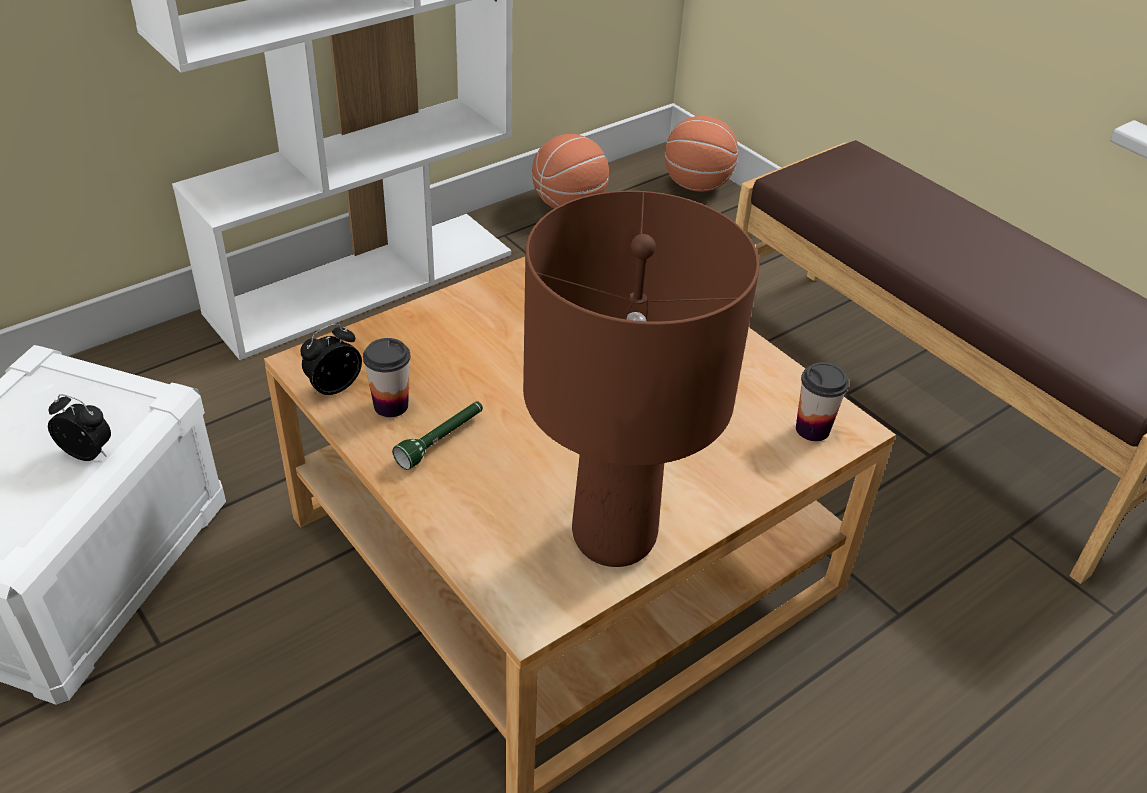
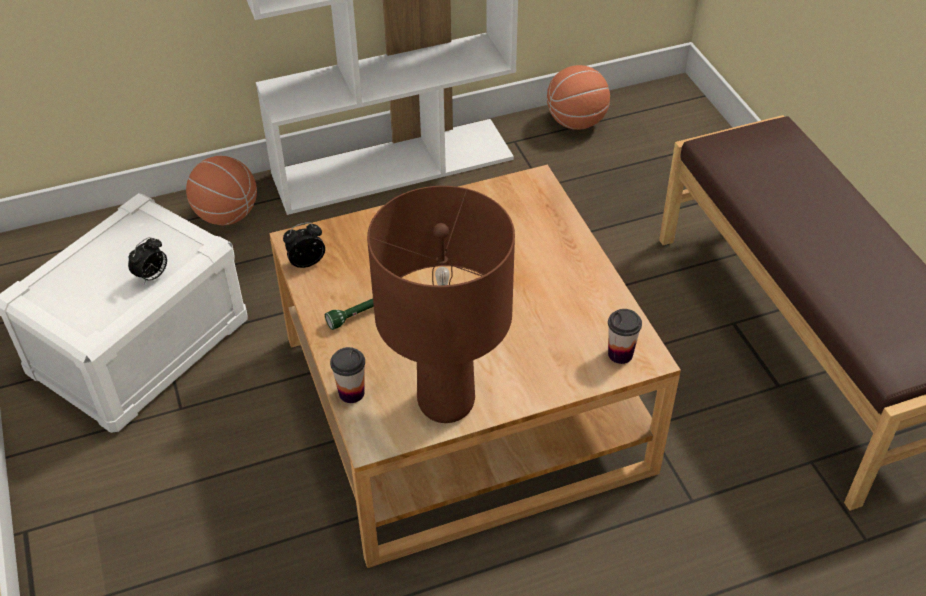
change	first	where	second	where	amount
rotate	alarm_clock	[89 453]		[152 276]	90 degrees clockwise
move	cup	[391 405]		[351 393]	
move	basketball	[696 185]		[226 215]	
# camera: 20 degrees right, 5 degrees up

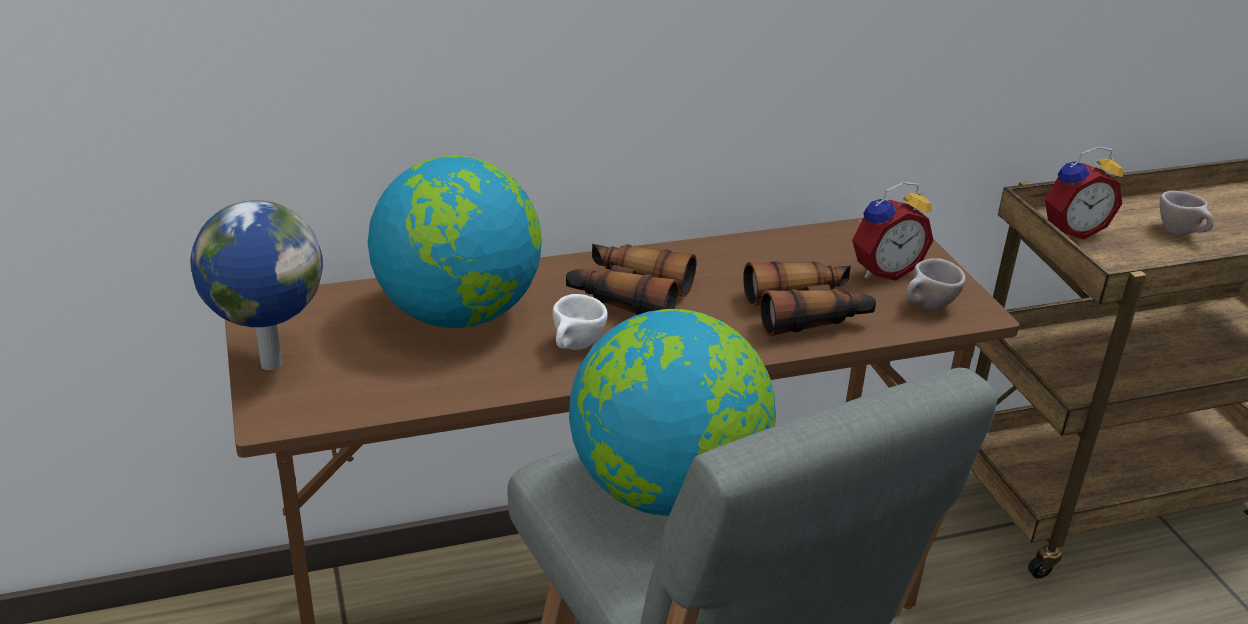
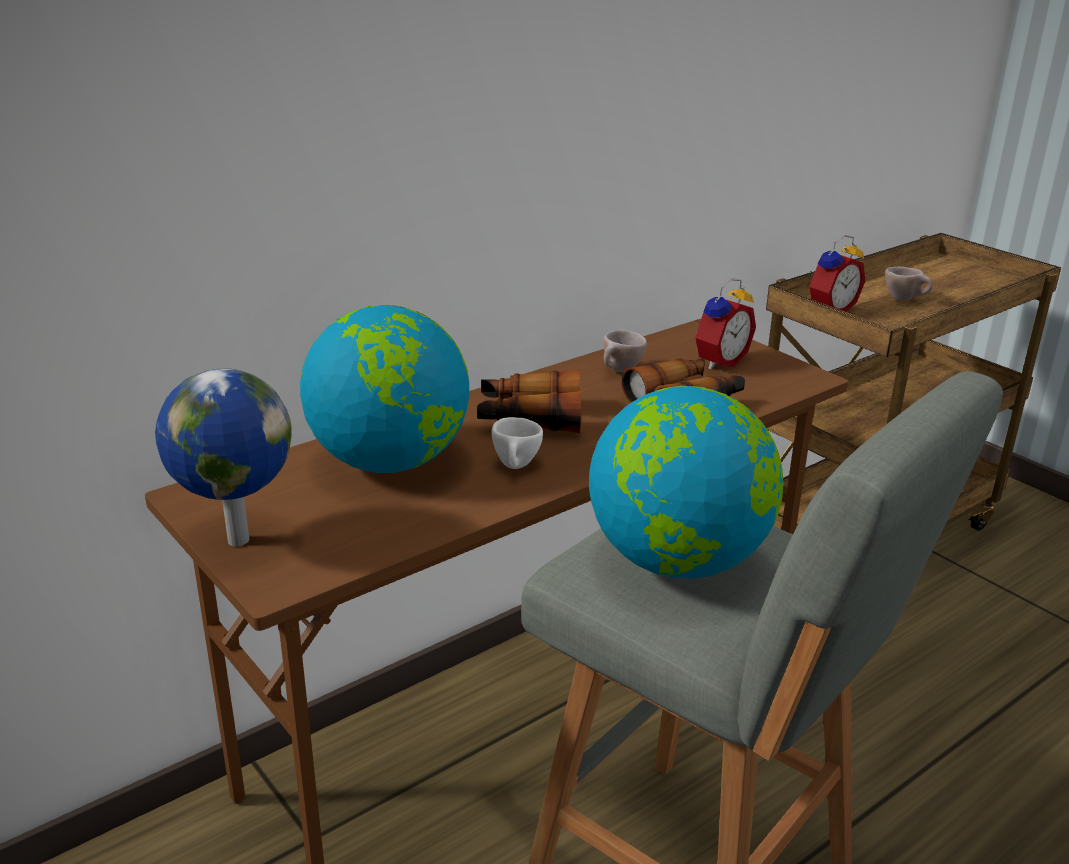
change	first	where	second	where	amount
move	beige_cup	[927 308]		[620 372]	
# camera: 20 degrees left, 5 degrees down

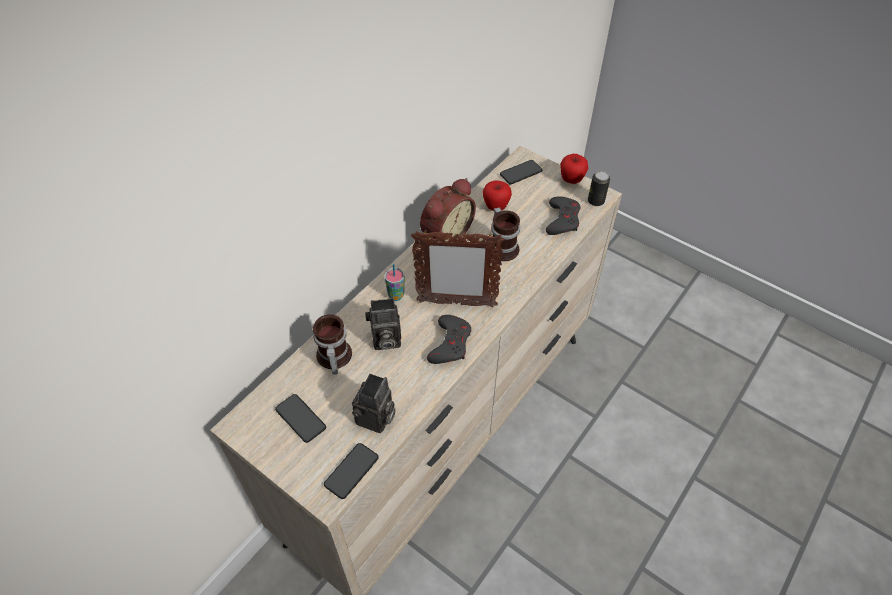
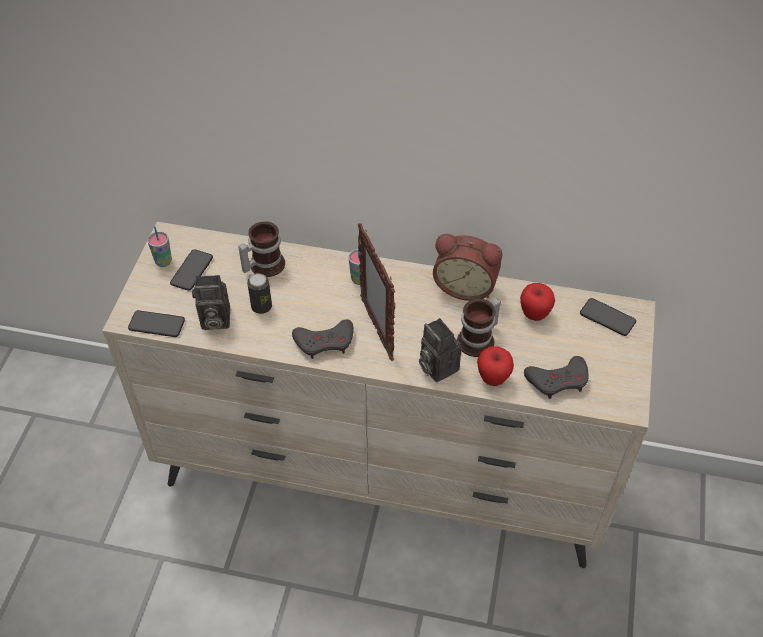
change	first	where	second	where	amount
move	photo_camera	[385 340]		[436 366]	
move	apple	[571 180]		[493 378]	
move	can	[596 201]		[261 306]	
insert			cup	[163 262]	
# camera: 65 degrees right, 0 degrees up

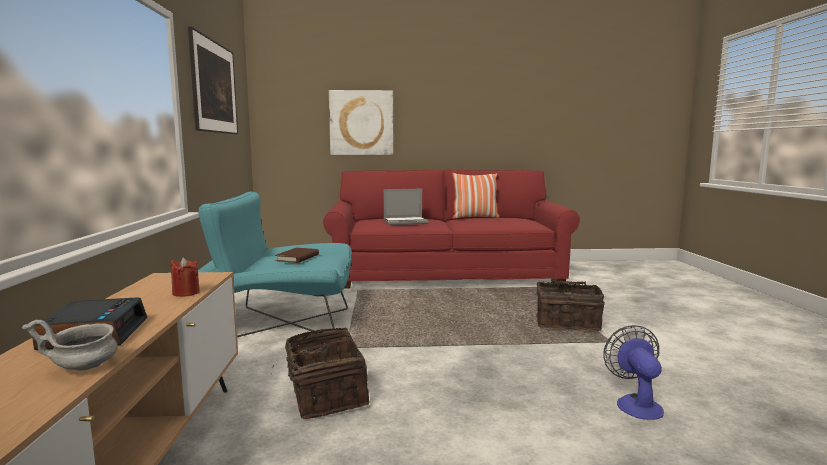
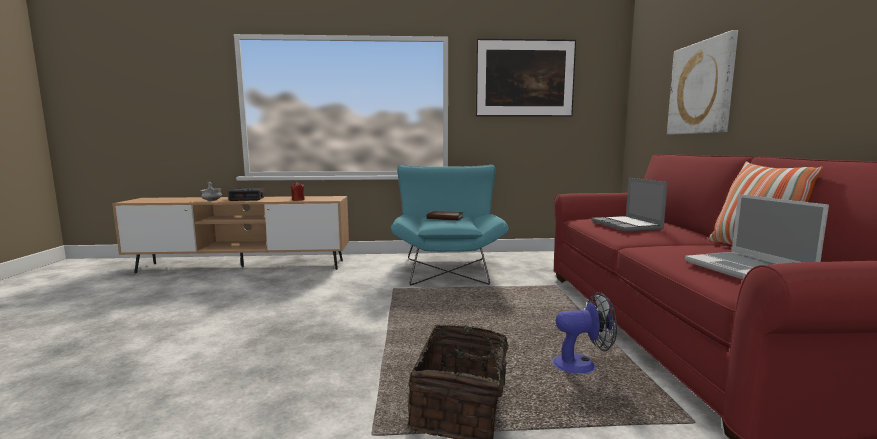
change	first	where	second	where	amount
delete	basket	[325 395]			
move	fan	[635 403]		[582 365]	
insert			laptop	[749 270]	
# camera: 90 degrees right, 0 degrees up

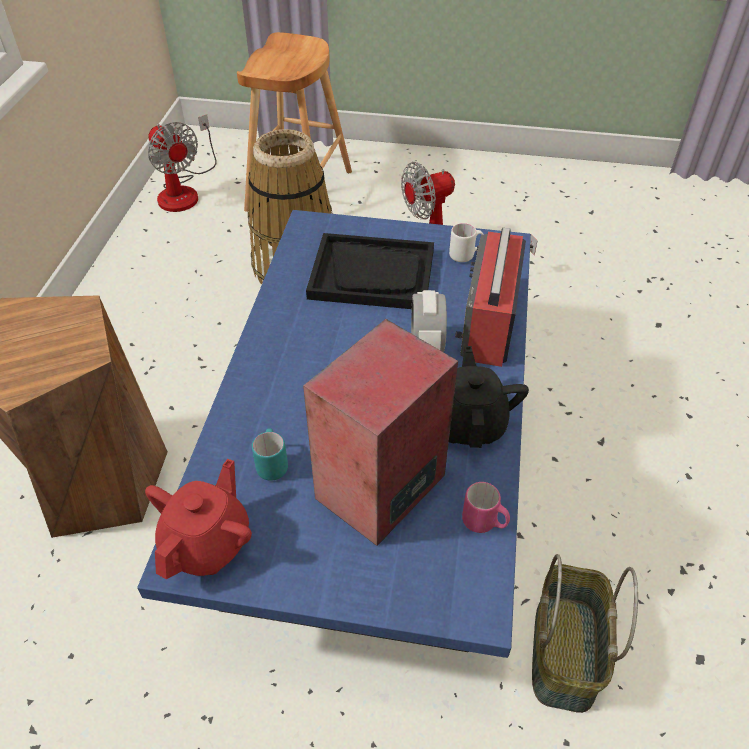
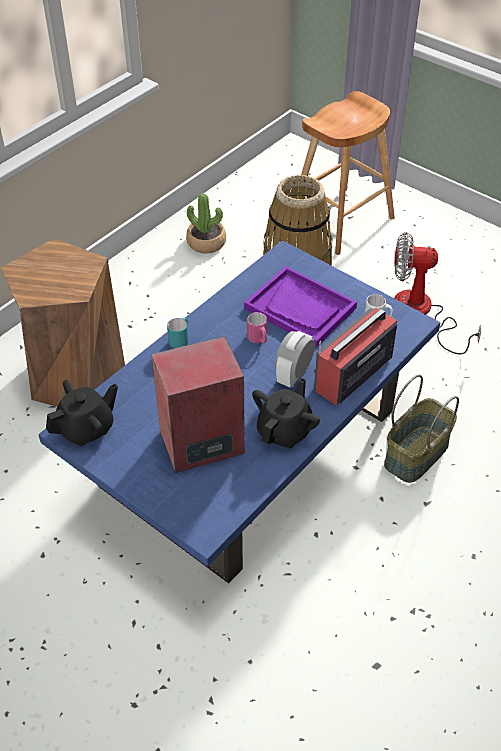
change	first	where	second	where	amount
recolor	red_teapot	[207 543]	black_teapot	[87 428]	
delete	fan	[184 191]			
move	turquoise_mug	[272 463]		[180 340]	
recolor	black_tray	[372 274]	purple_tray	[300 308]	
move	pink_mug	[484 523]		[258 339]	
move	basket	[562 651]		[415 453]	
insert			potted_plant	[206 242]	
# camera: 30 degrees right, 0 degrees up

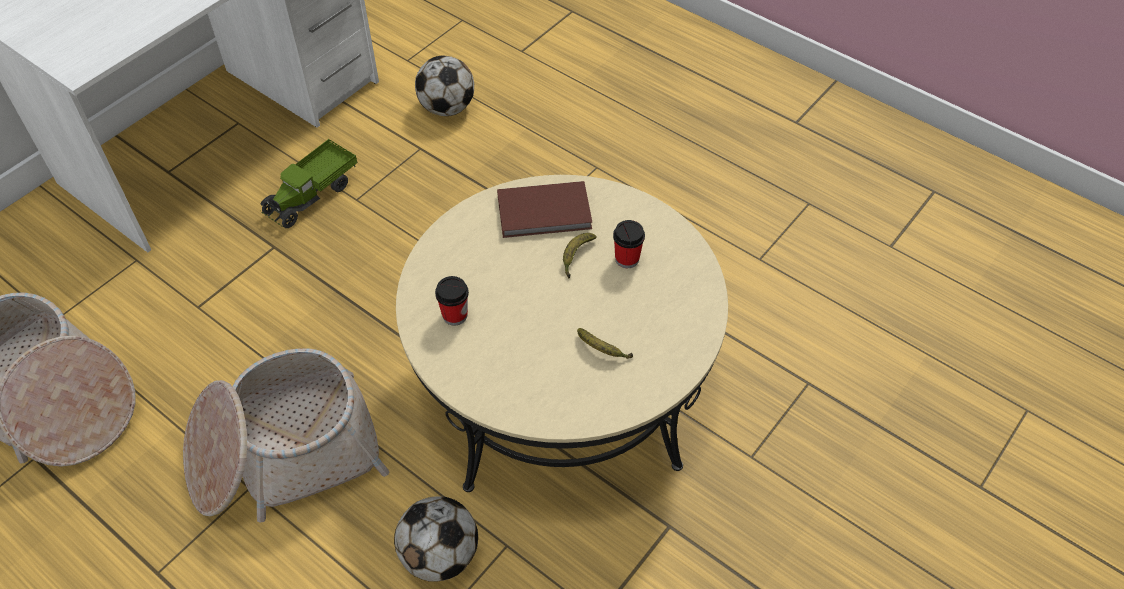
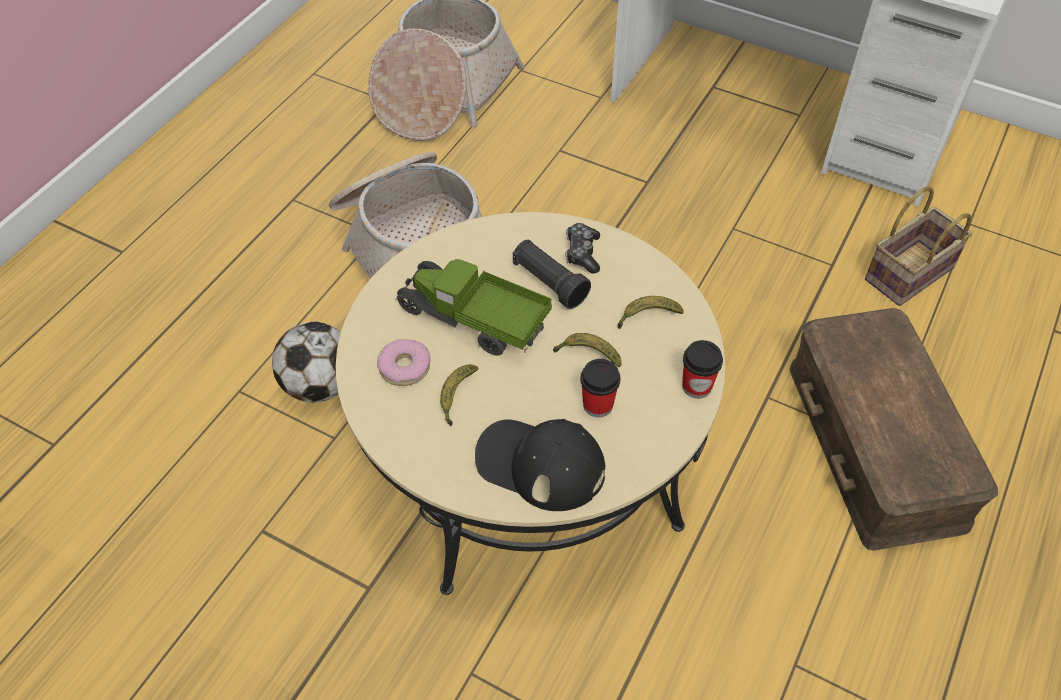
change	first	where	second	where	amount
move	toy_truck	[312 195]		[473 321]	
replace	football	[447 108]	basket	[909 276]	
move	cup	[455 315]		[696 386]	
replace	brown_book	[545 213]	banana	[647 316]	
insert			donut	[404 367]	
insert			black_cap	[540 464]	
insert			black_flashlight	[549 283]	
insert			game_controller	[582 253]	
insert			brown_storage_box	[877 443]	
# camera: 80 degrees right, 0 degrees up

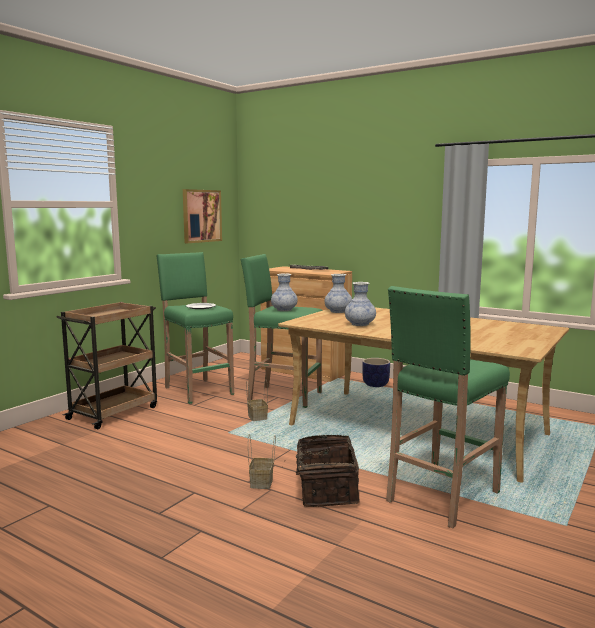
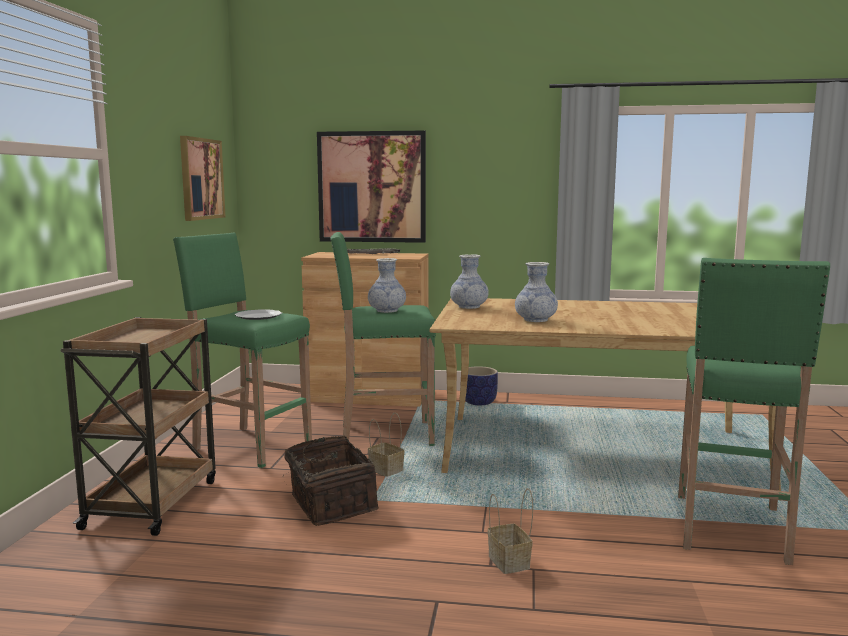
change	first	where	second	where	amount
move	basket	[325 490]		[330 504]	
insert			picture	[372 187]	
# camera: 25 degrees left, 0 degrees up

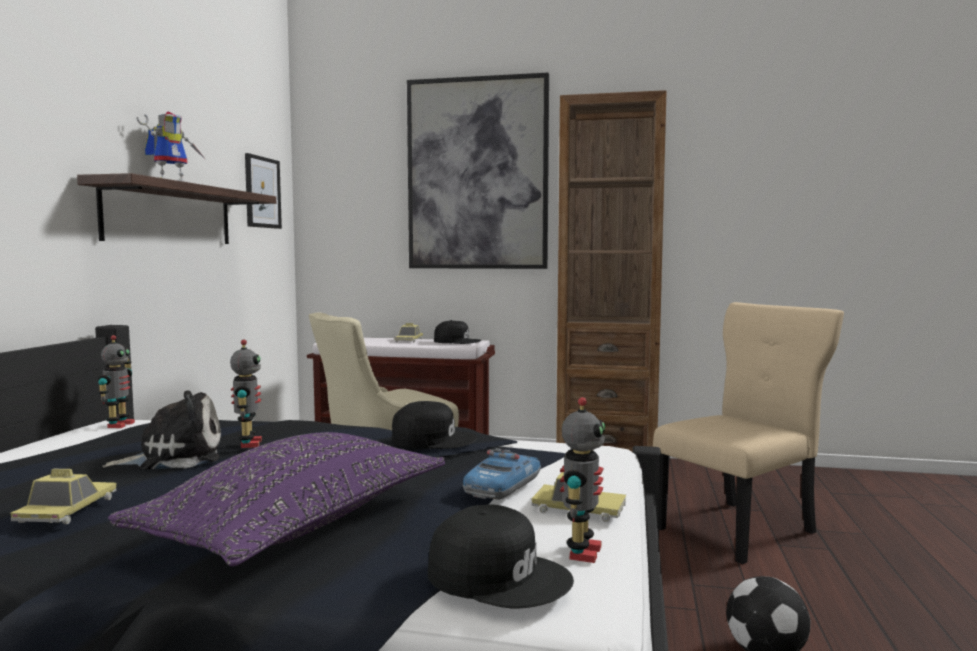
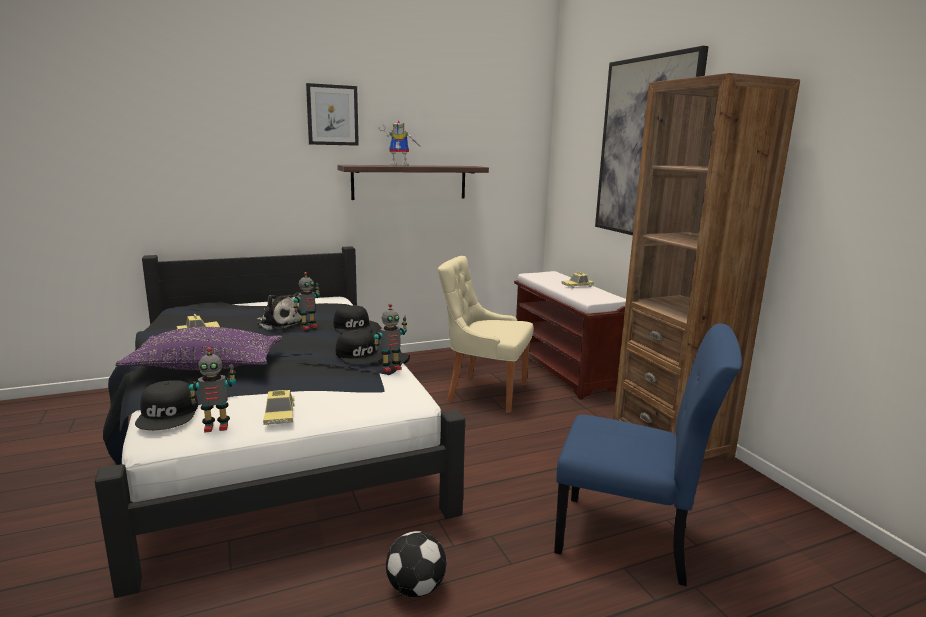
change	first	where	second	where	amount
move	toy_robot	[119 425]		[391 368]	
move	picture	[262 192]		[332 115]	
move	black_cap	[456 341]		[353 327]	
delete	toy_car	[504 486]			
recolor	beige_chair	[740 529]	blue_chair	[630 540]	
# camera: 55 degrees right, 10 degrees up

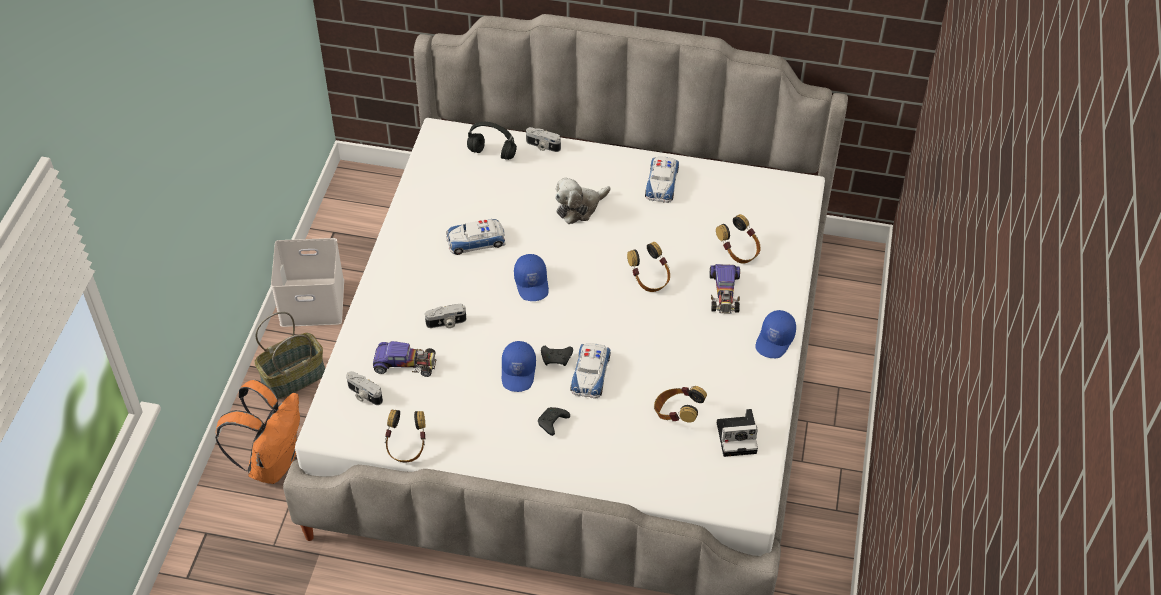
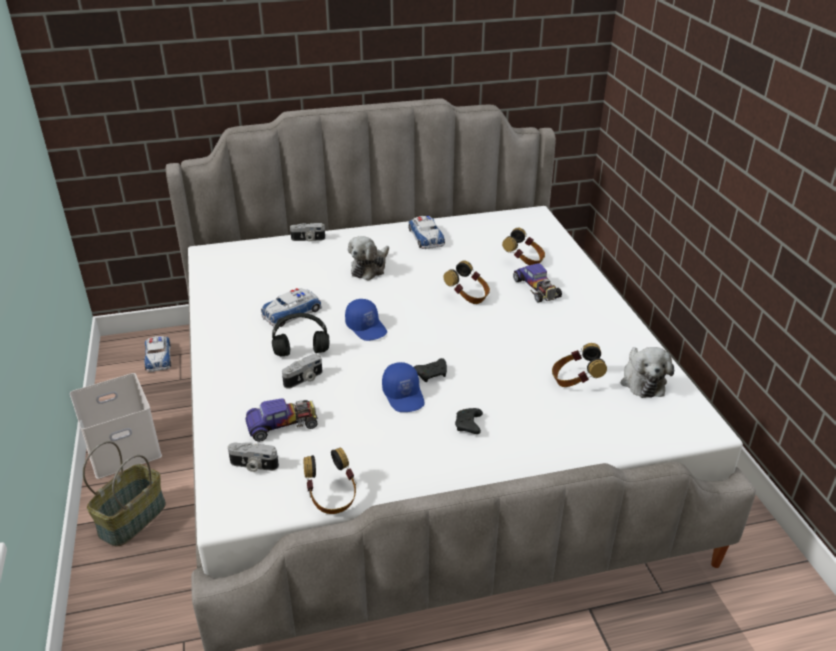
change	first	where	second	where	amount
delete	orange_backpack	[272 462]			
move	black_headphones	[493 153]		[302 352]	
move	toy_car	[590 374]		[158 357]	
replace	photo_camera	[738 437]	plush_toy	[642 380]	
delete	blue_cap	[775 340]			
# camera: 25 degrees left, 15 degrees down

